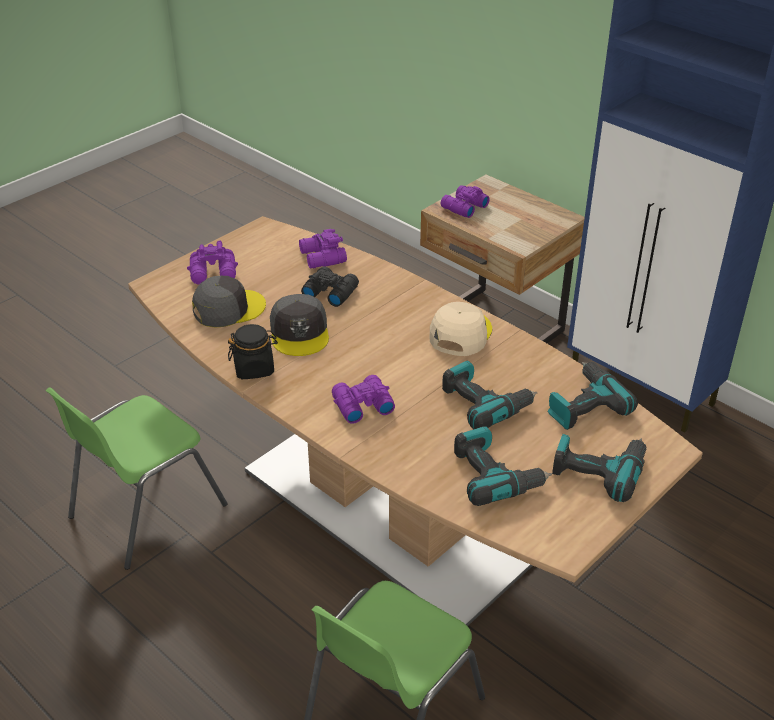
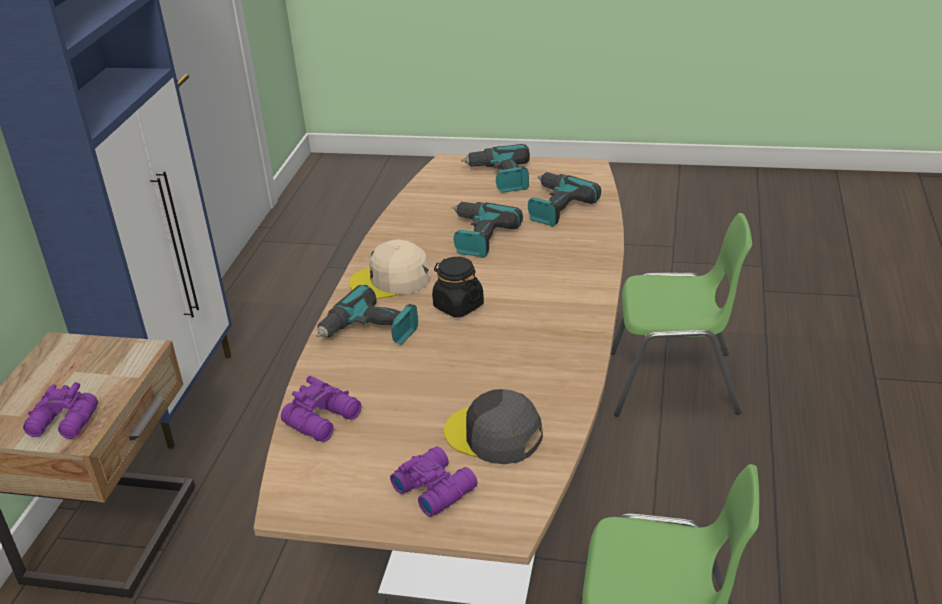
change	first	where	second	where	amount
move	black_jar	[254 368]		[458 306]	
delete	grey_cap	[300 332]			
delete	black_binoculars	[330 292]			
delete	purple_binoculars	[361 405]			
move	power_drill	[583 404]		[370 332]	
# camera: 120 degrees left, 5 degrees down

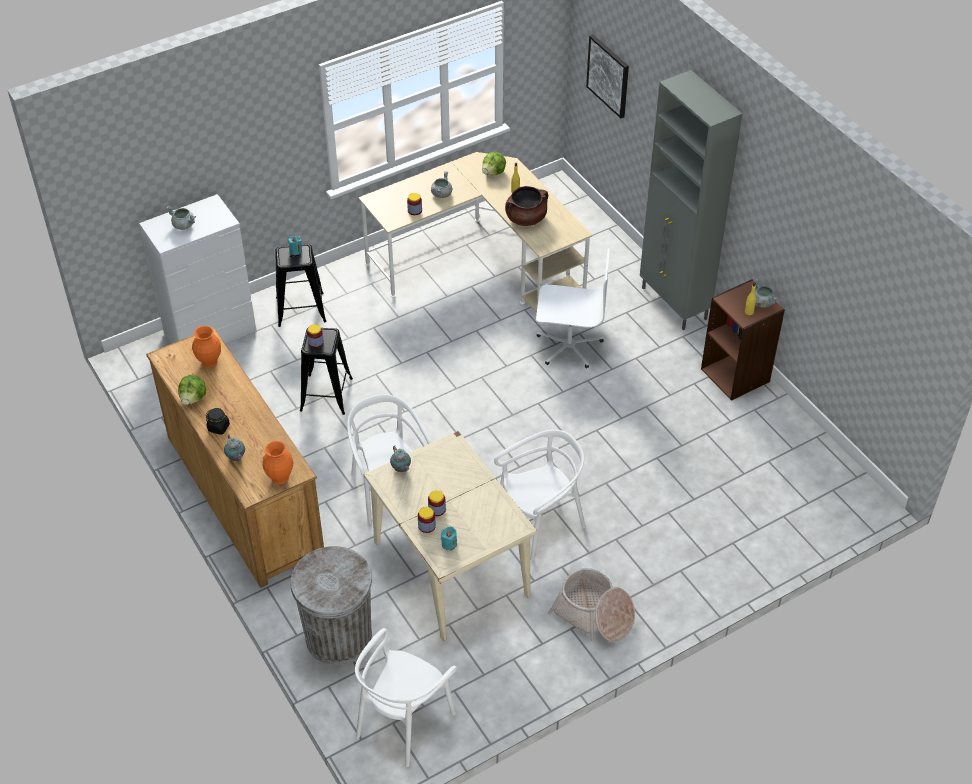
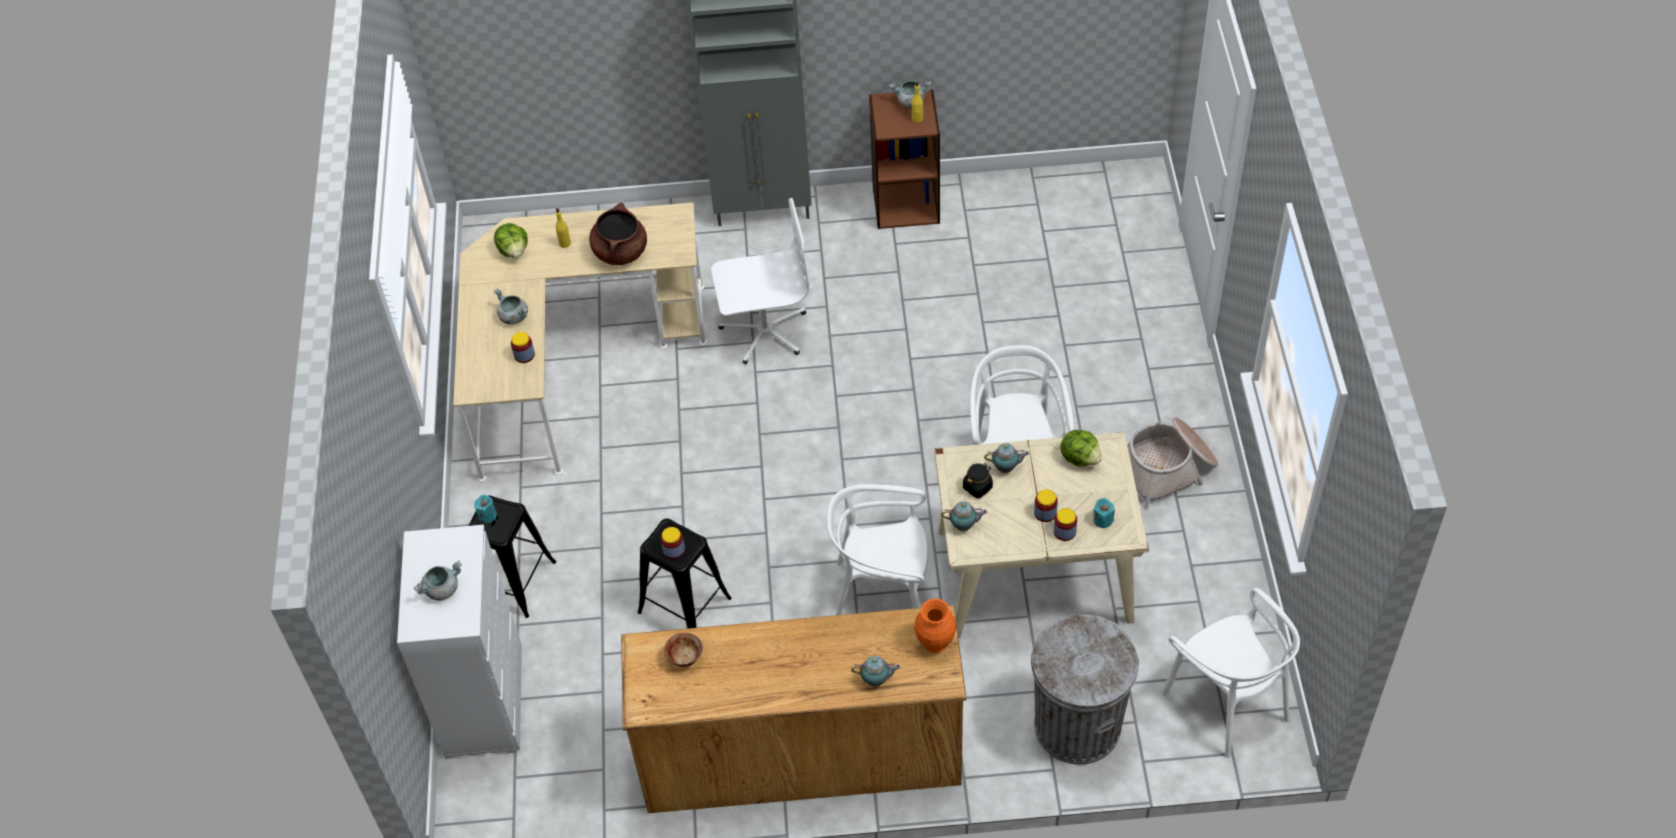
change	first	where	second	where	amount
move	lettuce	[193 398]		[1080 458]	
replace	orange_vase	[209 361]	bowl	[685 658]	
move	black_jar	[219 427]		[977 487]	
rotate	white_office_chair	[568 346]		[764 330]	45 degrees clockwise
delete	picture	[608 75]			
insert			teapot	[1006 468]	
# camera: 60 degrees left, 5 degrees up

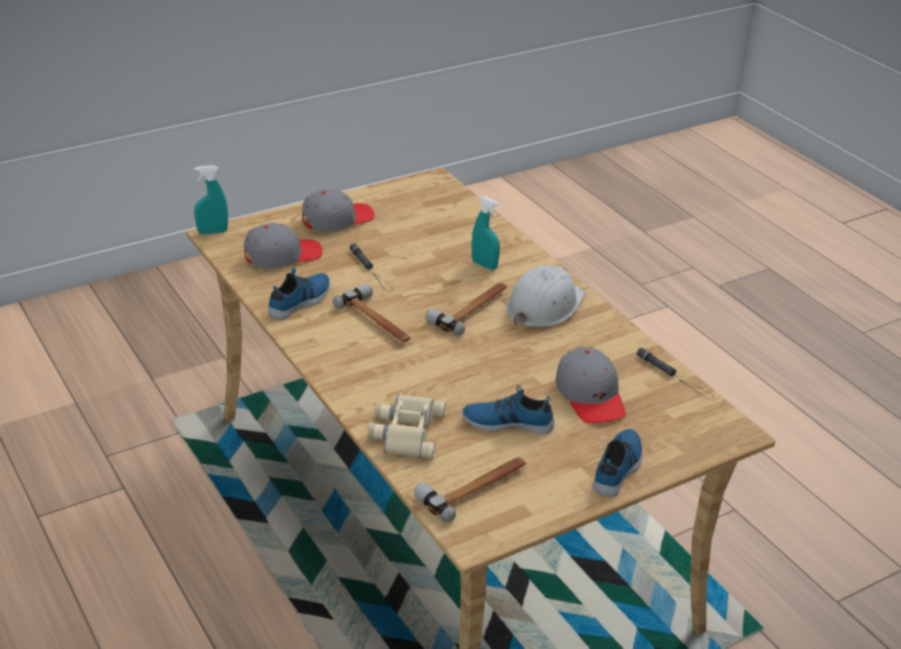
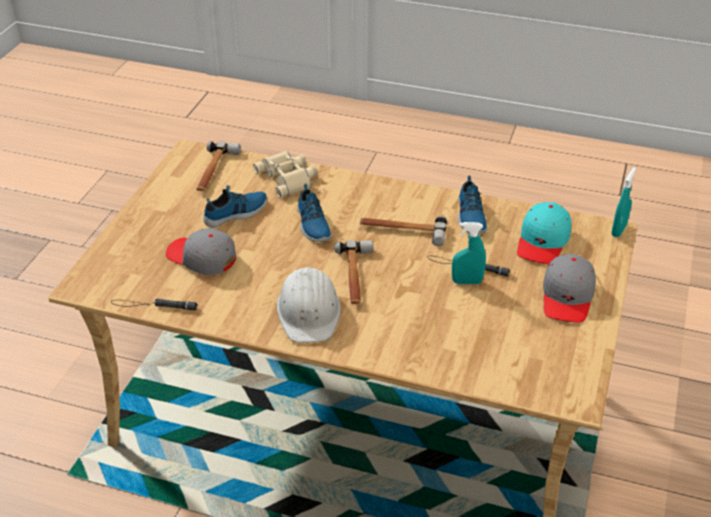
change	first	where	second	where	amount
recolor	grey_cap	[282 255]	turquoise_cap	[543 241]	
move	turquoise_spray_bottle	[484 265]		[467 282]	
move	shoe	[618 467]		[312 224]	
# camera: 140 degrees right, 5 degrees up

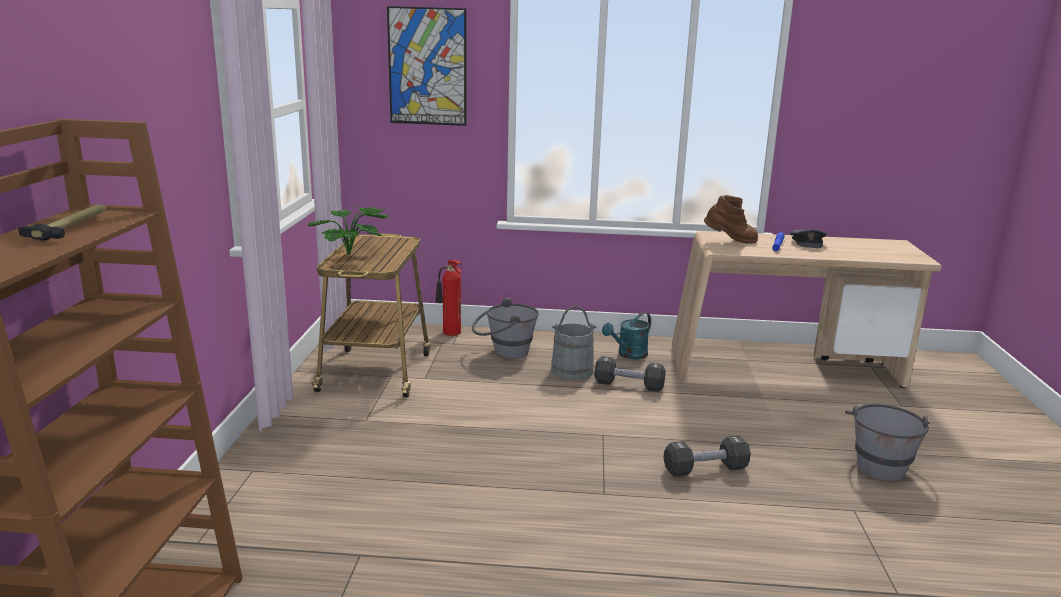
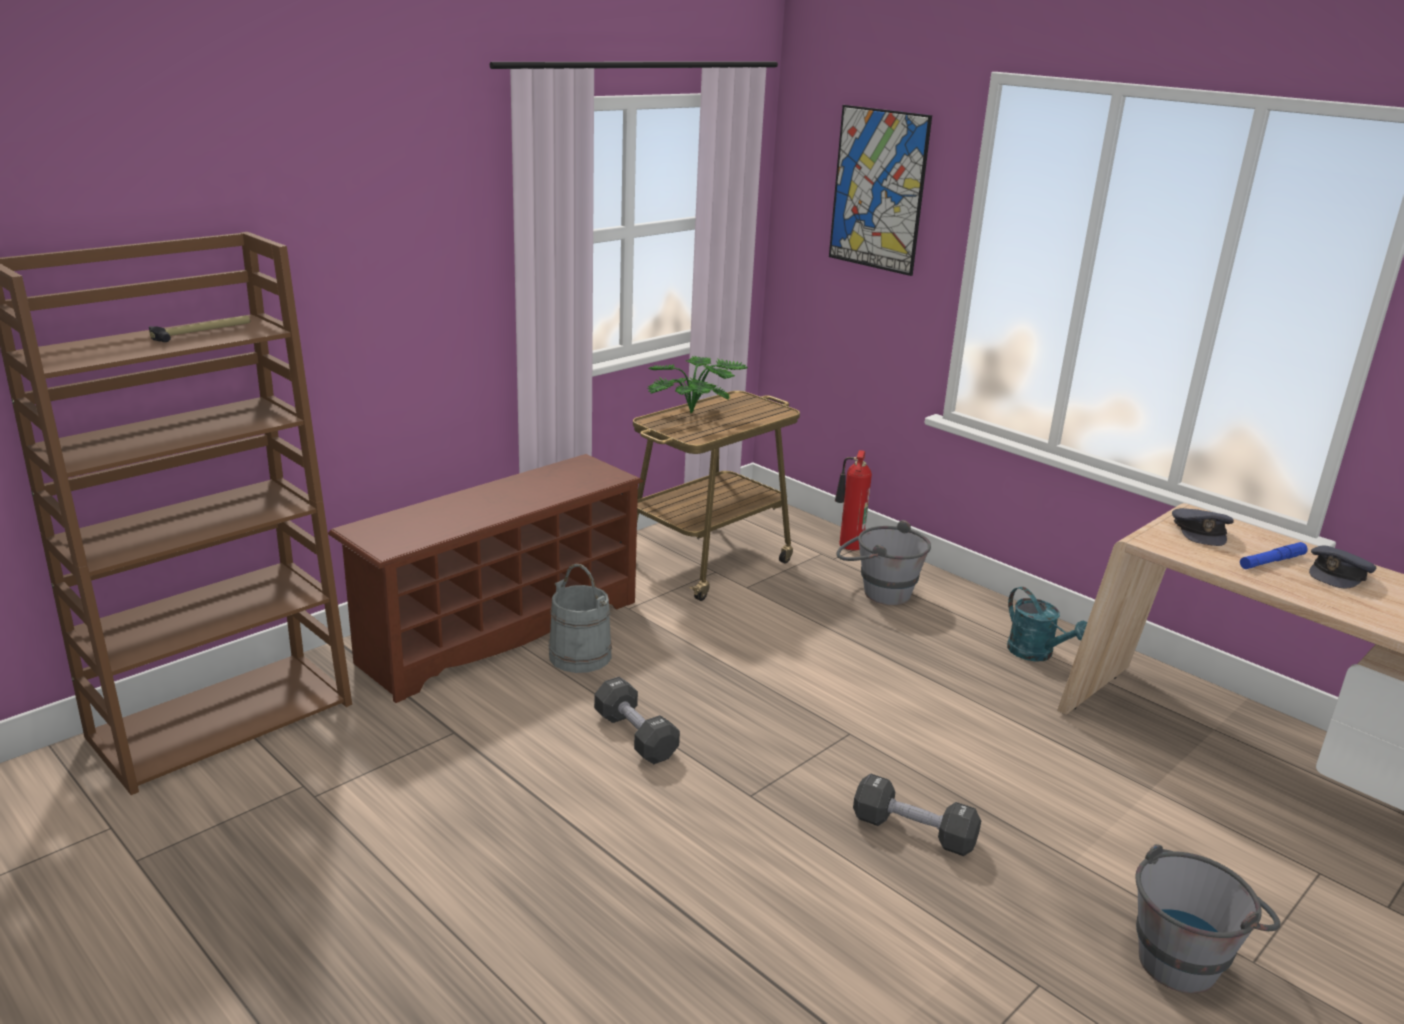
change	first	where	second	where	amount
move	grey_bucket	[572 371]		[580 655]	
move	black_dumbbell	[629 385]		[635 736]	
rotate	turquoise_watering_can	[628 355]		[1036 654]	120 degrees counterclockwise
replace	brown_boot	[730 241]	grey_cap	[1200 532]	
insert			brown_shoe_rack	[499 630]	
# camera: 40 degrees right, 5 degrees up

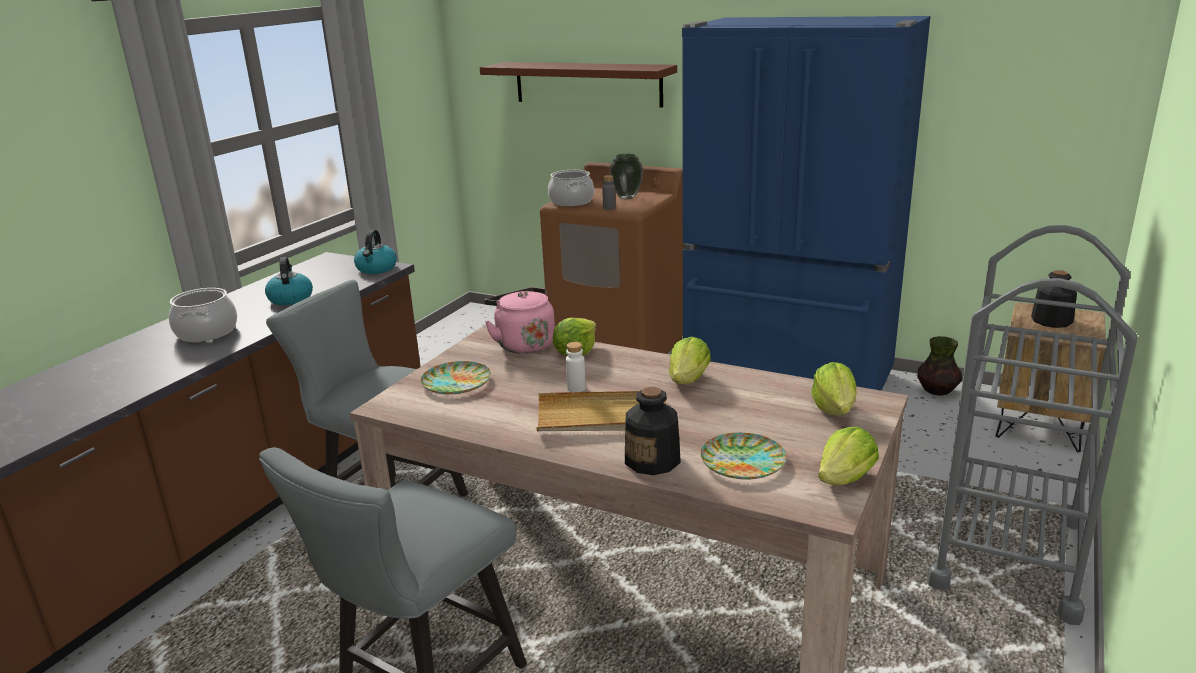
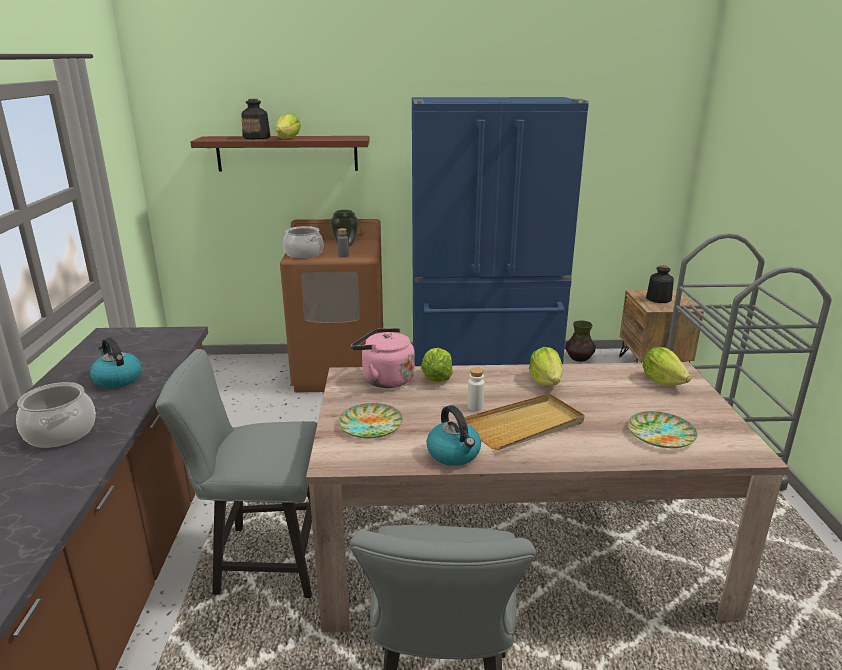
change	first	where	second	where	amount
move	kettle	[376 269]		[454 454]	
move	bottle	[653 460]		[257 137]	
move	lettuce	[845 479]		[288 138]	
# camera: 30 degrees left, 0 degrees up

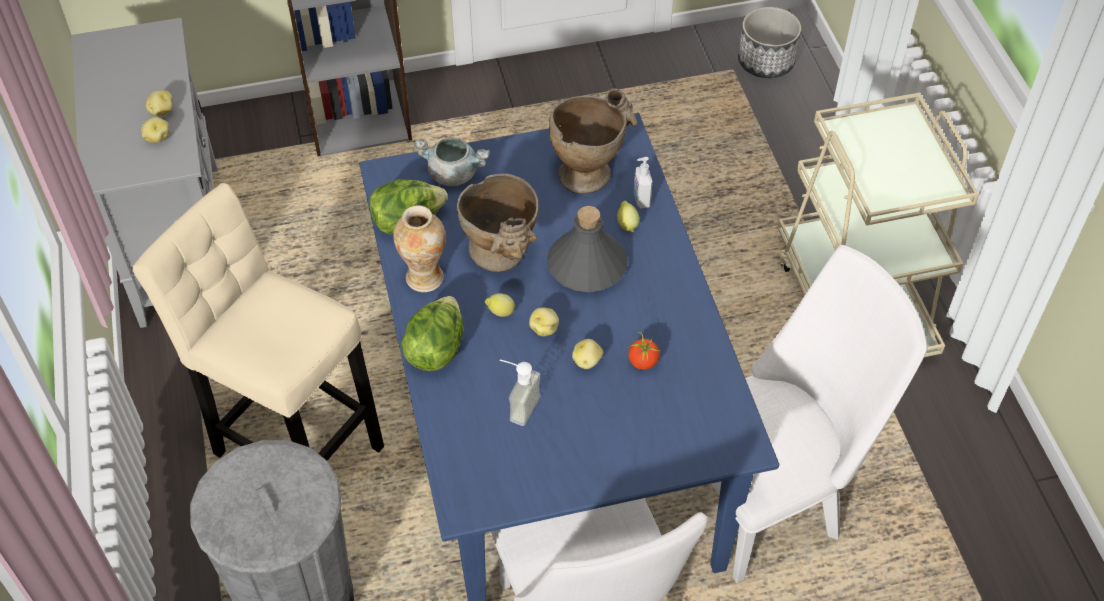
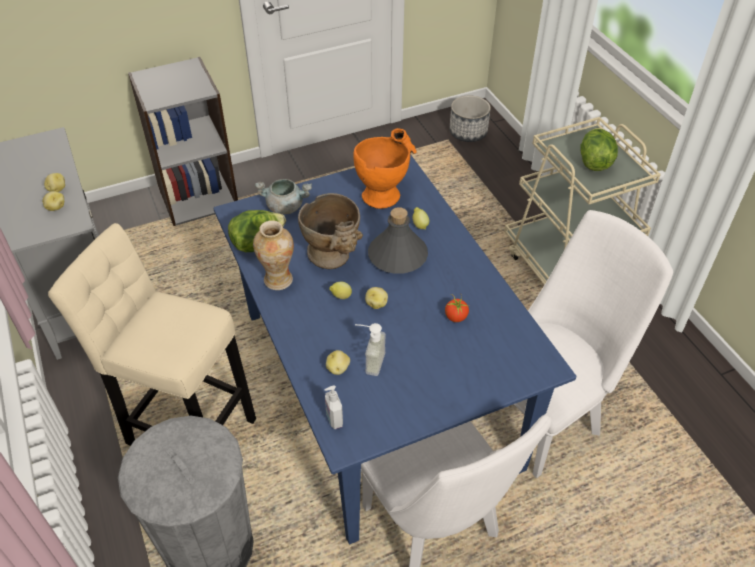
change	first	where	second	where	amount
move	lettuce	[436 349]		[594 161]	
recolor	beige_vase	[590 169]	orange_vase	[384 192]	
move	potato	[587 361]		[338 368]	
move	soap_dispenser	[641 200]		[334 420]	
# camera: 10 degrees left, 5 degrees down

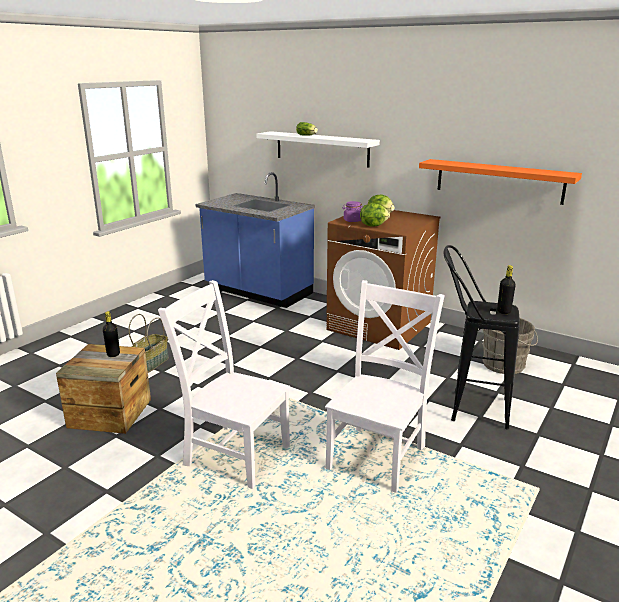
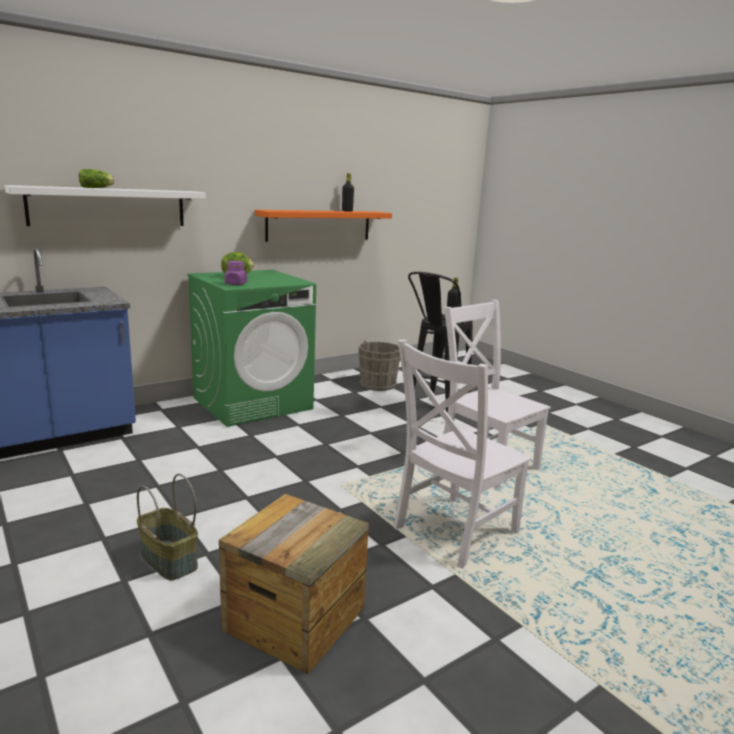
change	first	where	second	where	amount
move	black_bottle	[113 354]		[347 211]	
recolor	brown_washing_machine	[380 326]	green_washing_machine	[253 403]	
delete	lettuce	[373 225]			
# camera: 70 degrees left, 5 degrees down

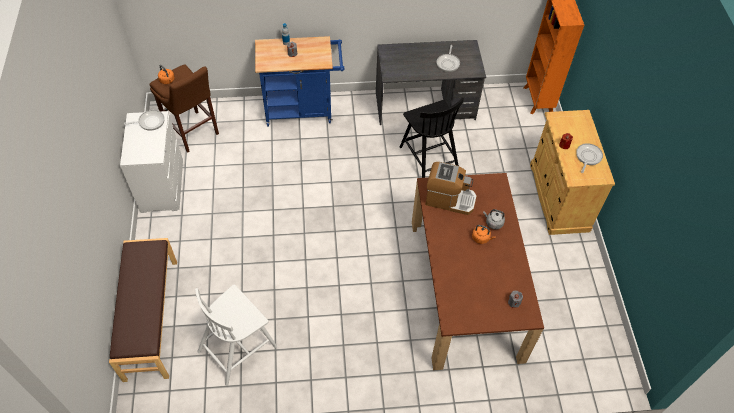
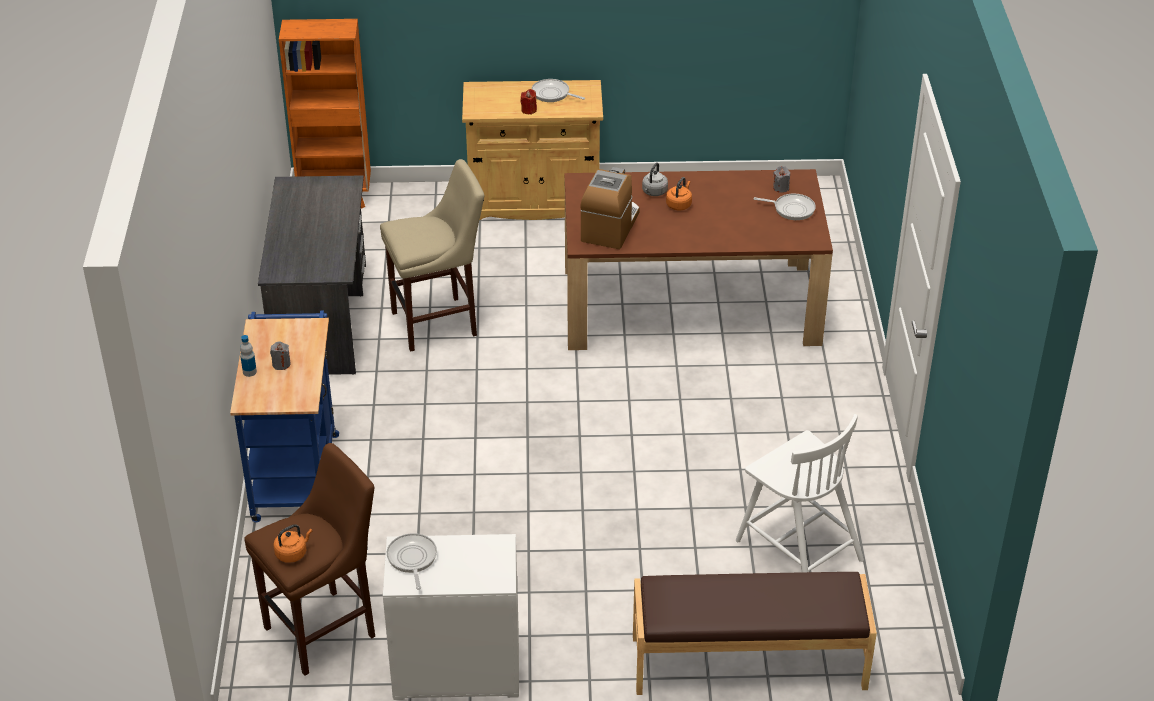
change	first	where	second	where	amount
replace	black_chair	[428 158]	beige_stool	[439 323]	
move	frying_pan	[448 63]		[791 209]	
# camera: 85 degrees left, 15 degrees down

